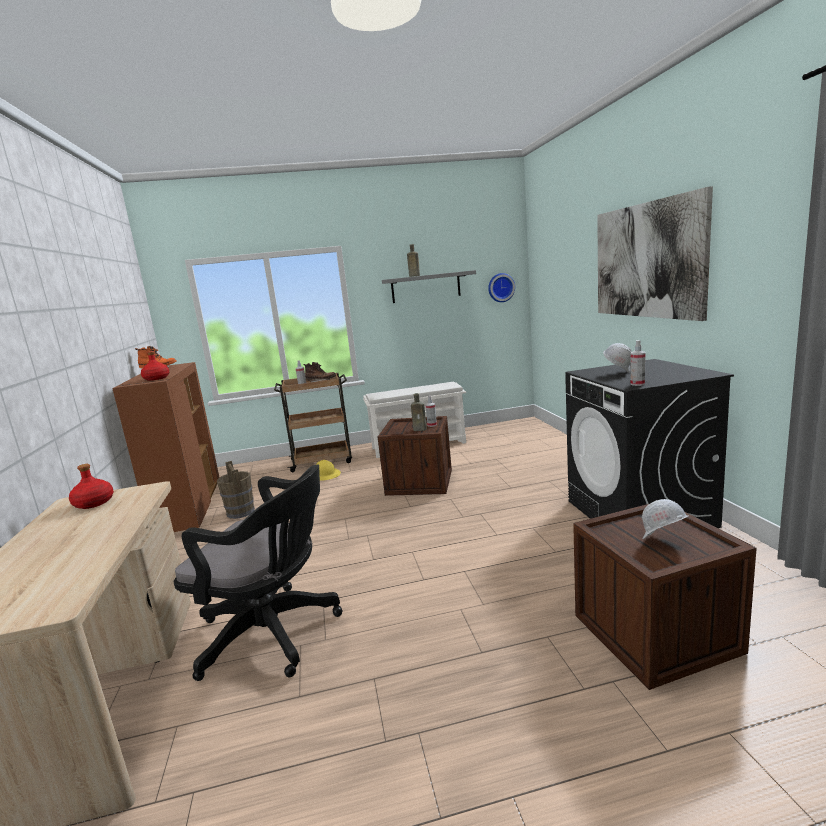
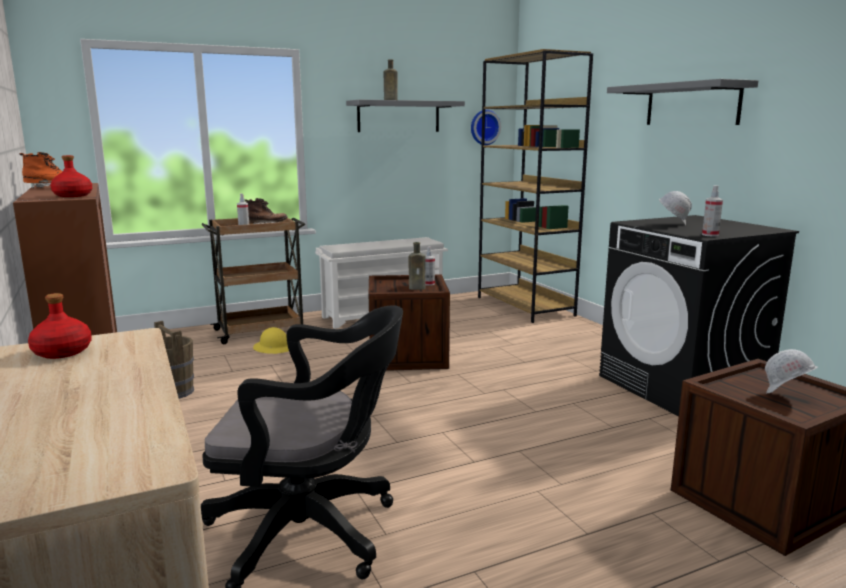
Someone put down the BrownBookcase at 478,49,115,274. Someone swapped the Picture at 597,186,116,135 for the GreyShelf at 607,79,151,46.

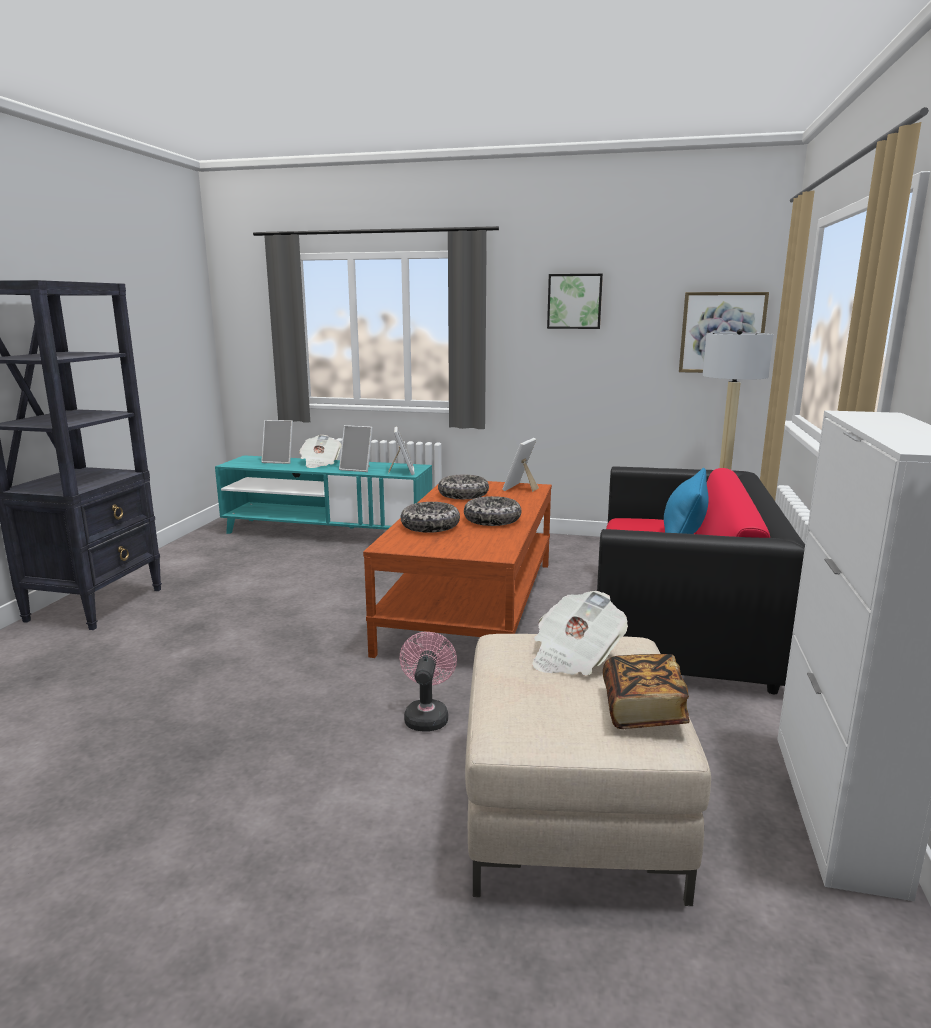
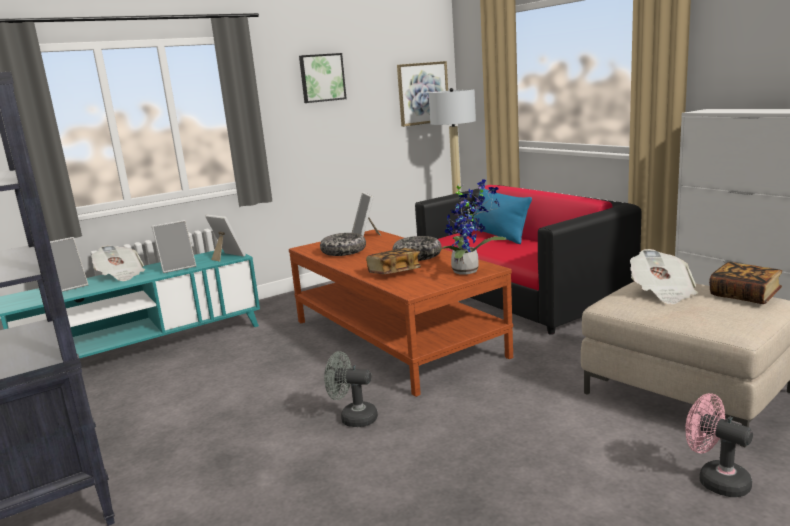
Someone put down the GreyFan at 324,351,54,76. Someone swapped the Bowl at 401,502,59,31 for the Book at 366,248,55,26. Someone put down the PottedPlant at 439,179,67,96. Someone carried the PinkFan from 400,632,57,100 to 685,393,68,104.

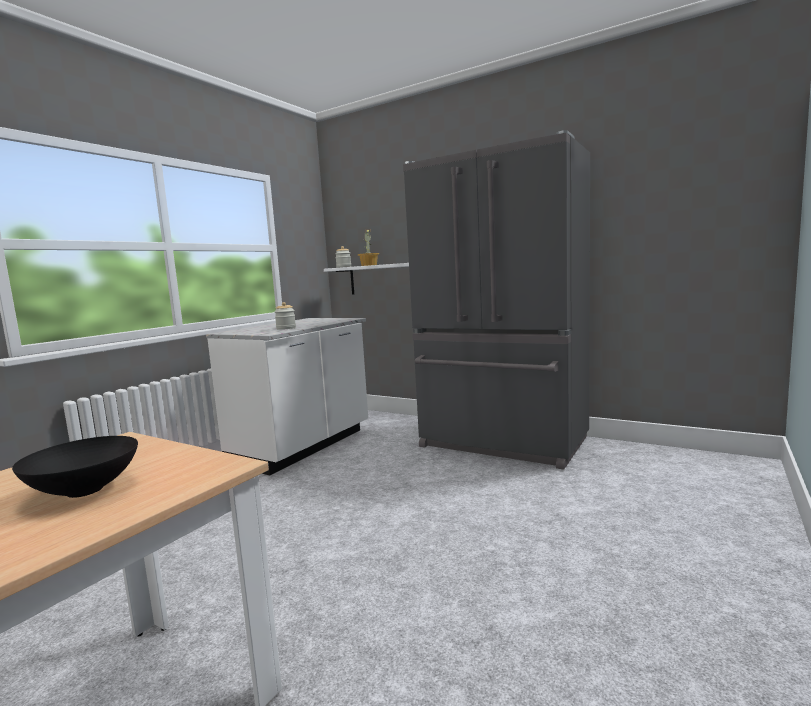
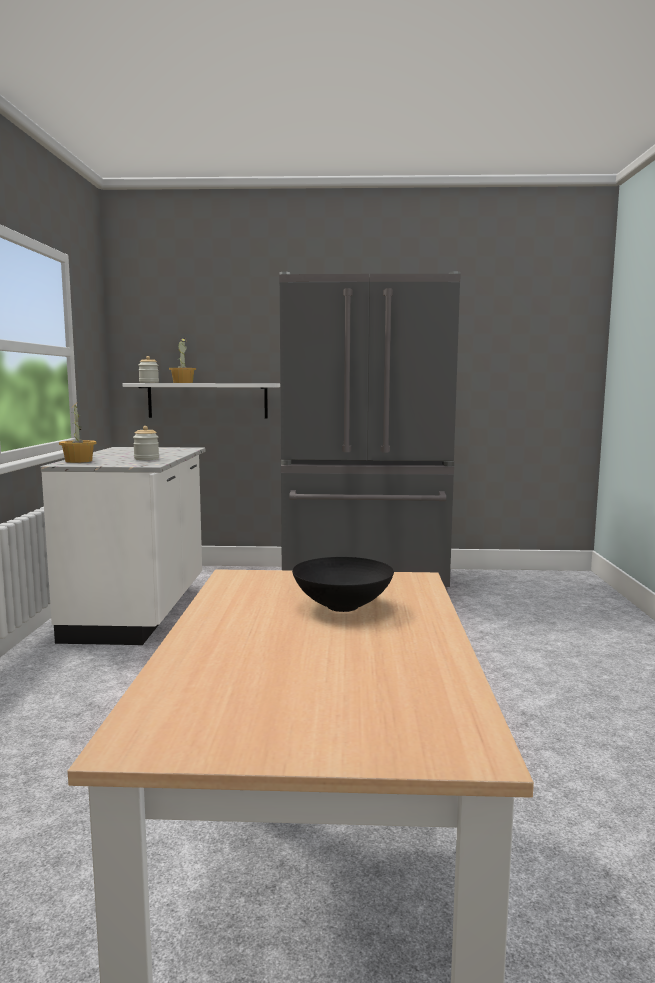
Someone put down the PottedPlant at 59,402,37,61.

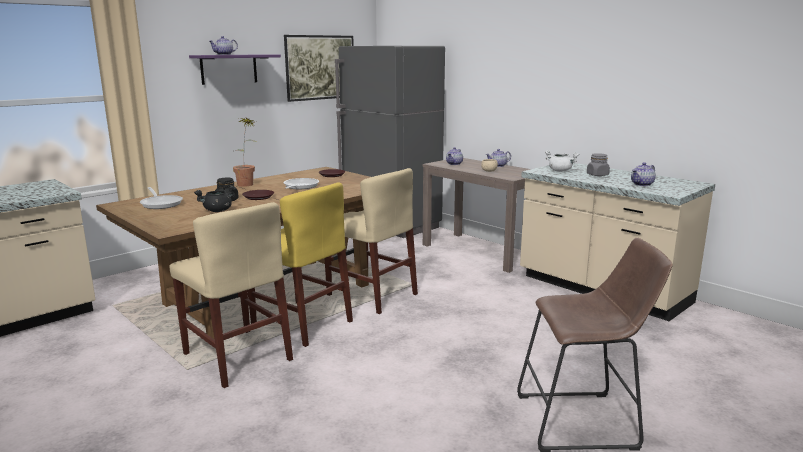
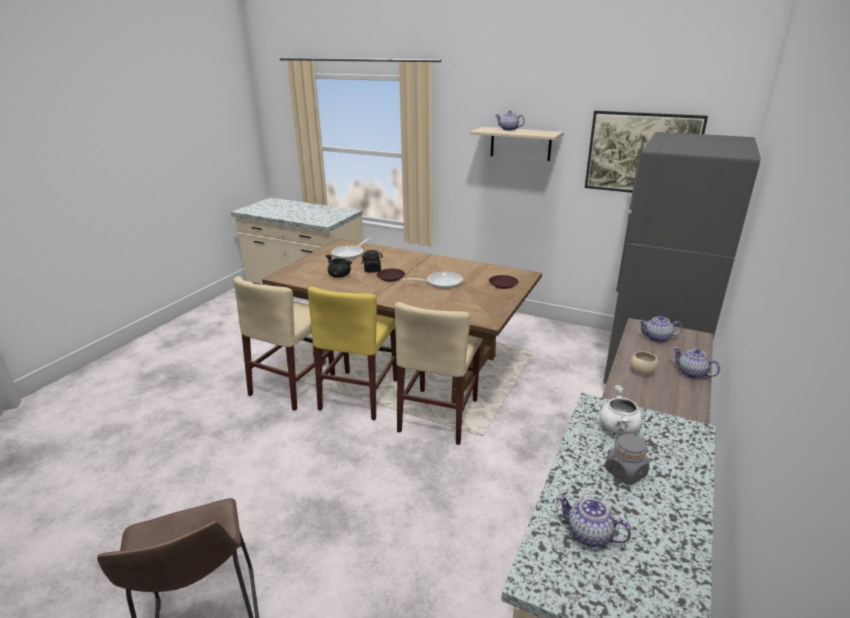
Someone repainted the PurpleShelf at 189,54,92,31, which became the BeigeShelf at 470,127,94,34. Someone took away the PottedPlant at 233,118,24,69.

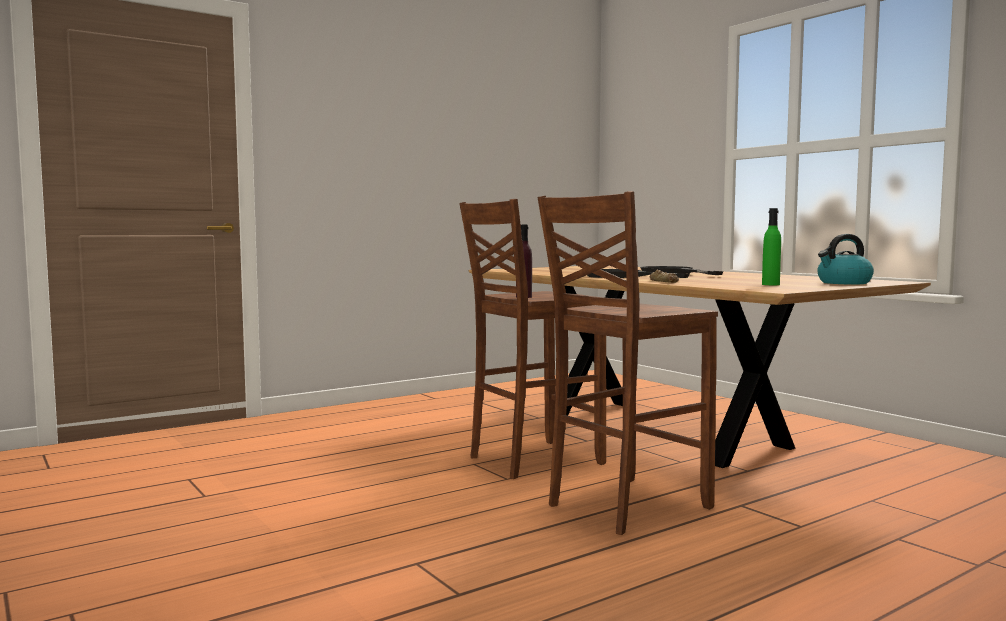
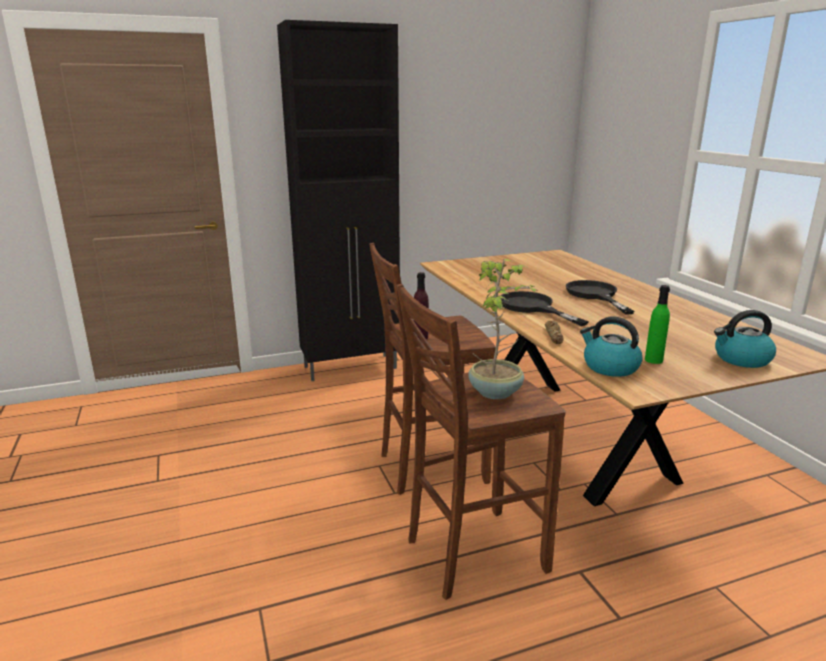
Someone put down the BlackCabinet at 277,20,123,361. Someone put down the PottedPlant at 468,259,72,140. Someone put down the Kettle at 580,316,63,61.

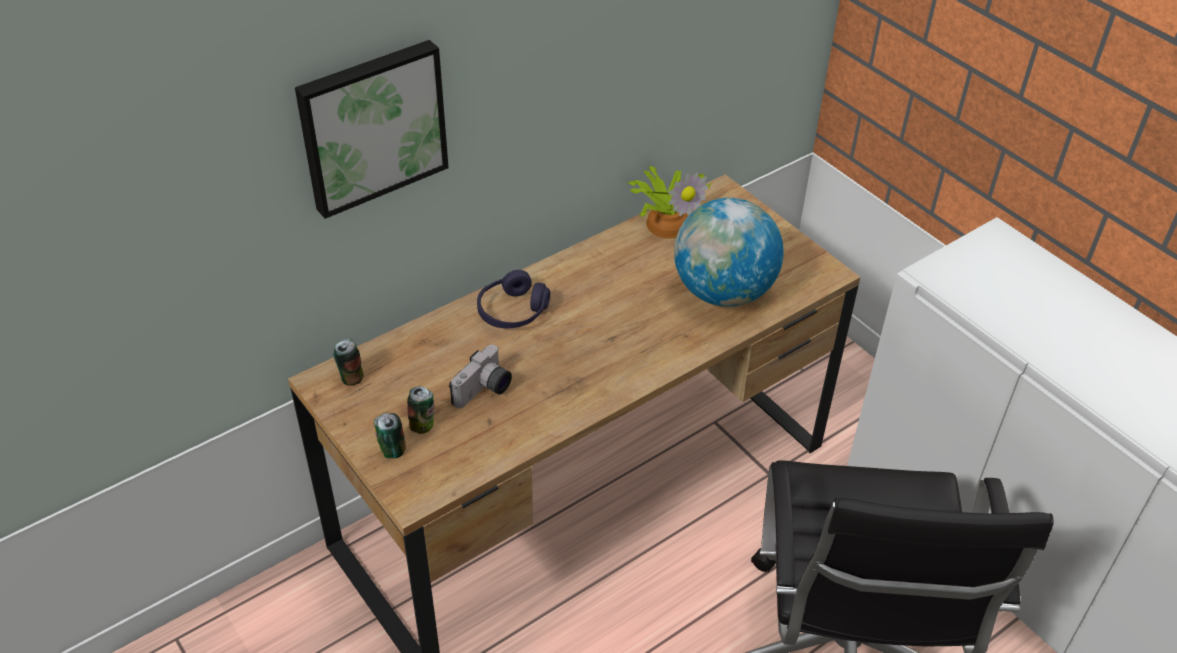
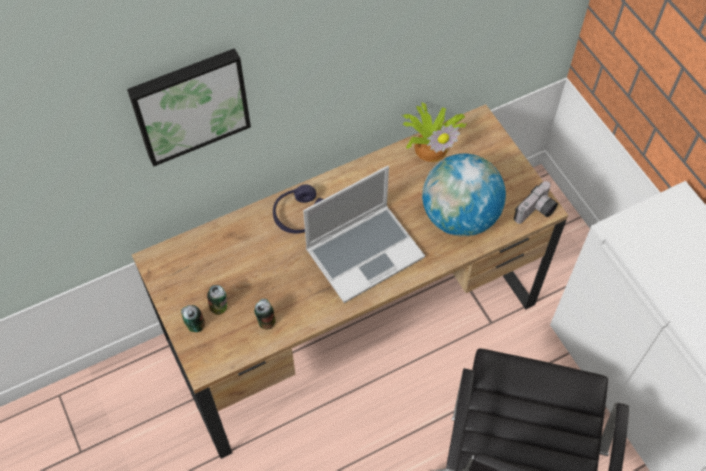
Someone carried the Can from 333,338,31,47 to 254,299,21,30. Someone put down the Laptop at 303,166,122,137. Someone carried the PhotoCamera from 449,345,63,63 to 514,181,44,43.

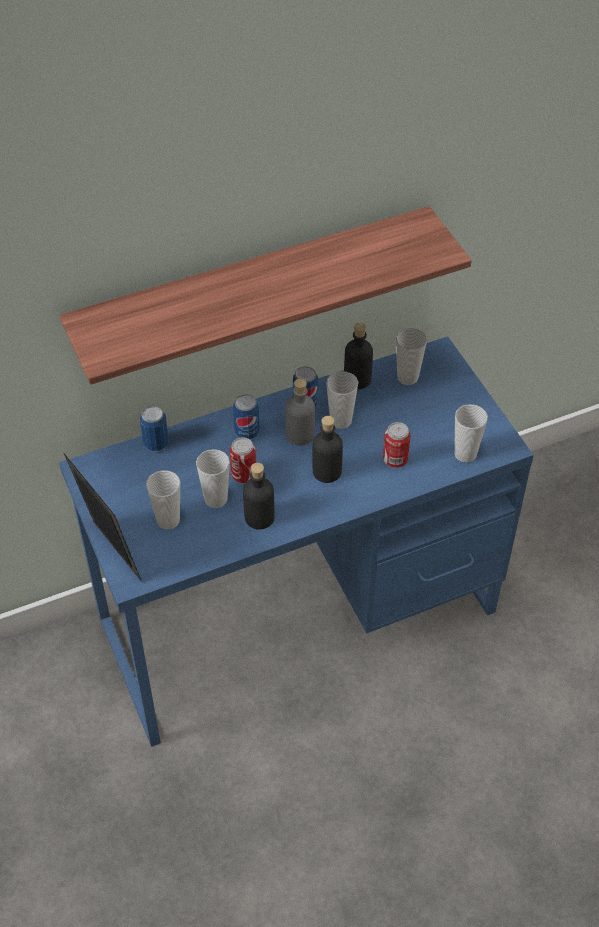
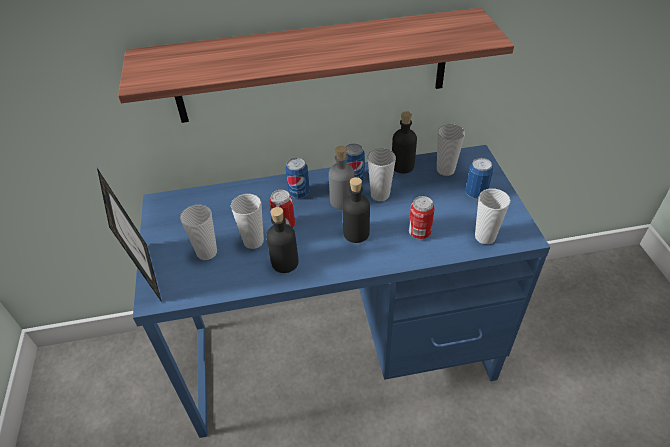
Someone carried the Can from 140,406,29,45 to 466,158,27,41.

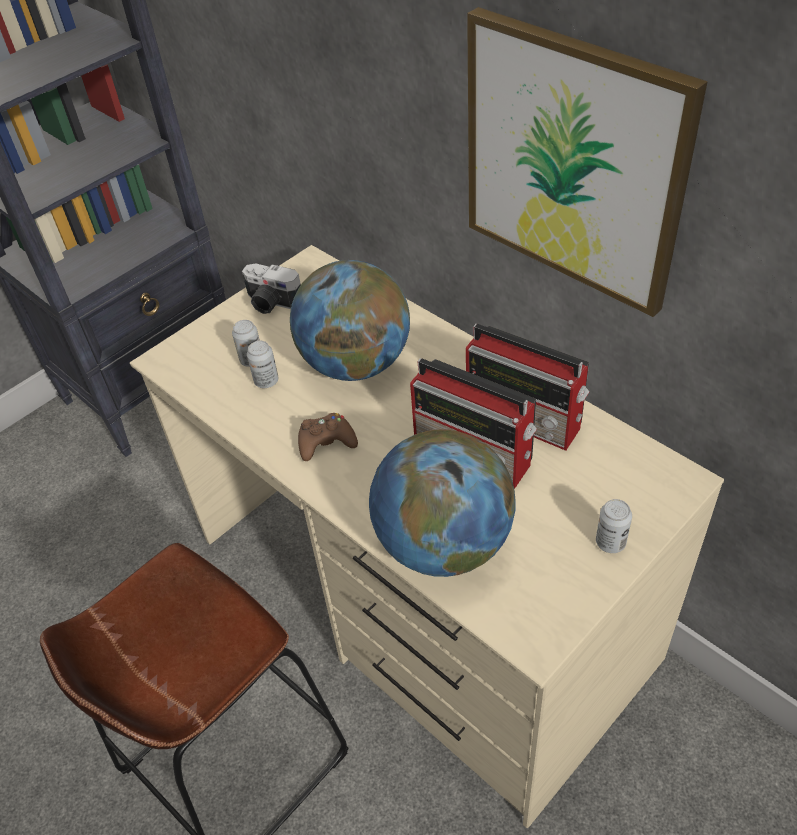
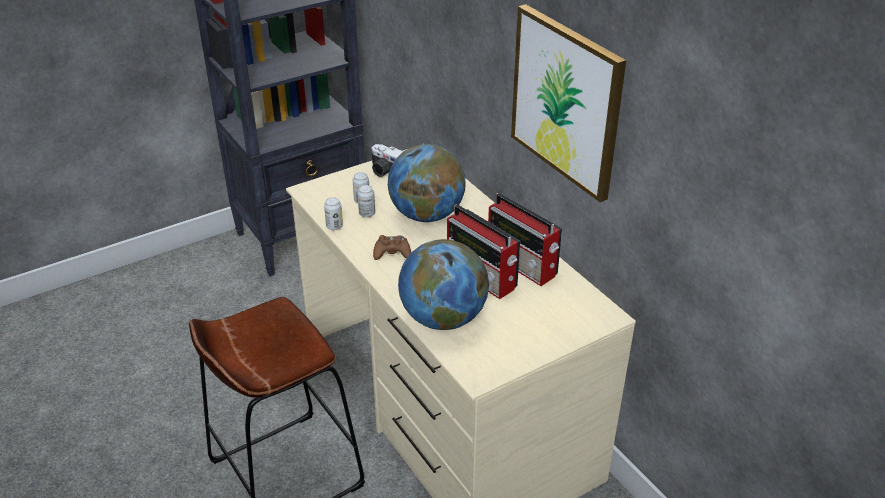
Someone carried the Can from 596,499,36,54 to 324,197,19,33.

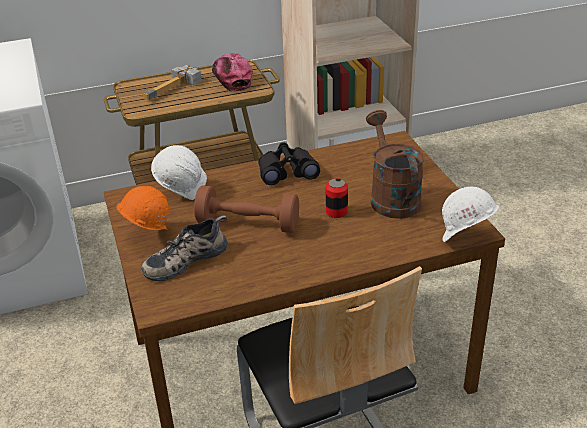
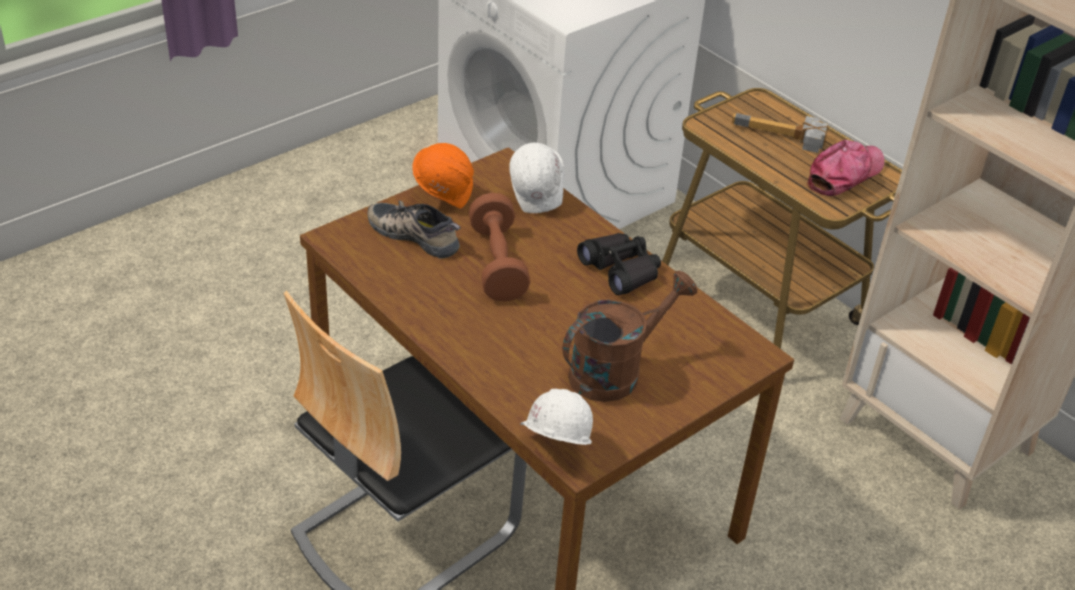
Someone took away the Can at 326,178,22,40.

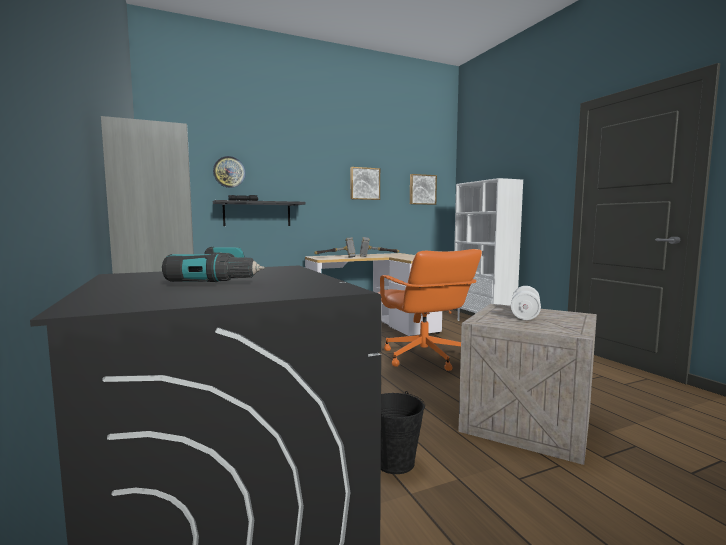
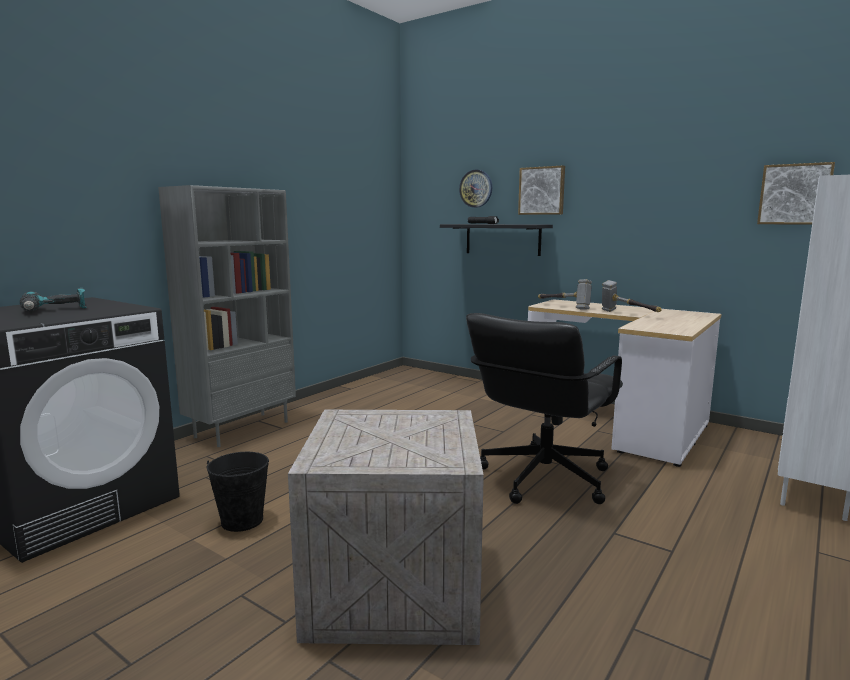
Someone repainted the OrangeOfficeChair at 378,249,104,122, which became the BlackOfficeChair at 466,313,157,191. Someone carried the Picture from 350,167,30,33 to 518,165,47,50. Someone took away the WhiteDumbbell at 511,286,30,34.

